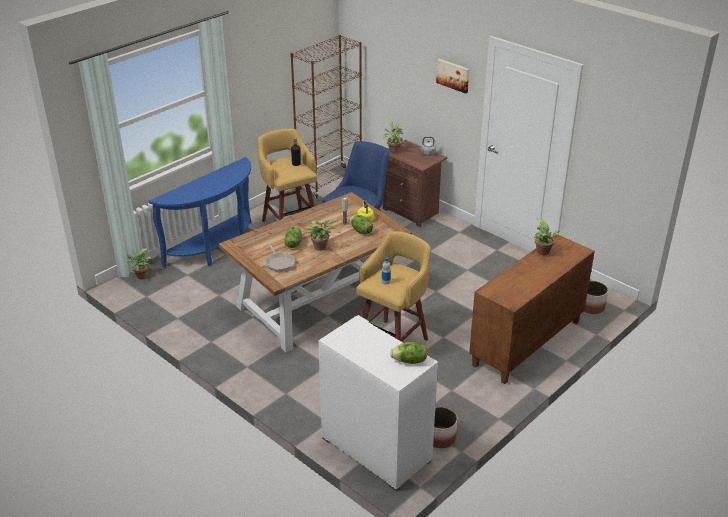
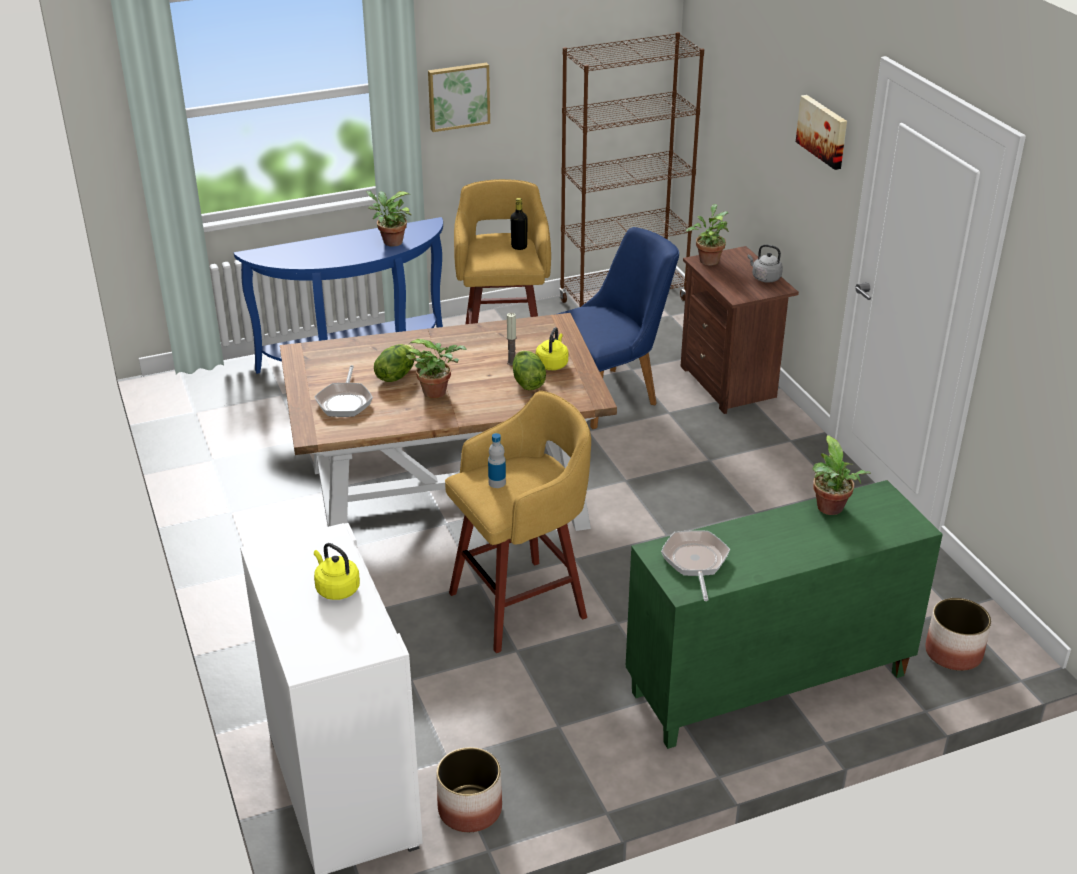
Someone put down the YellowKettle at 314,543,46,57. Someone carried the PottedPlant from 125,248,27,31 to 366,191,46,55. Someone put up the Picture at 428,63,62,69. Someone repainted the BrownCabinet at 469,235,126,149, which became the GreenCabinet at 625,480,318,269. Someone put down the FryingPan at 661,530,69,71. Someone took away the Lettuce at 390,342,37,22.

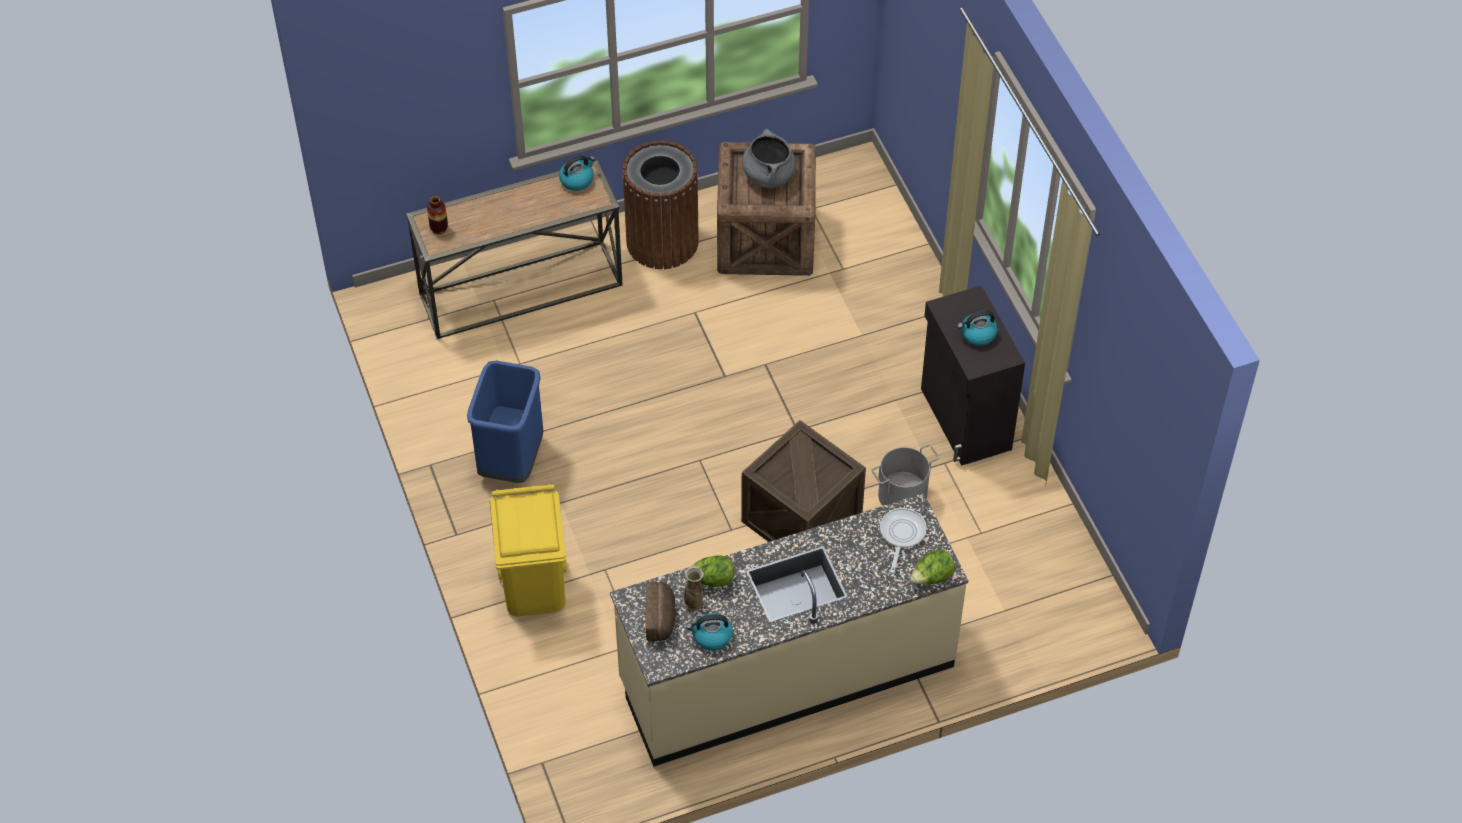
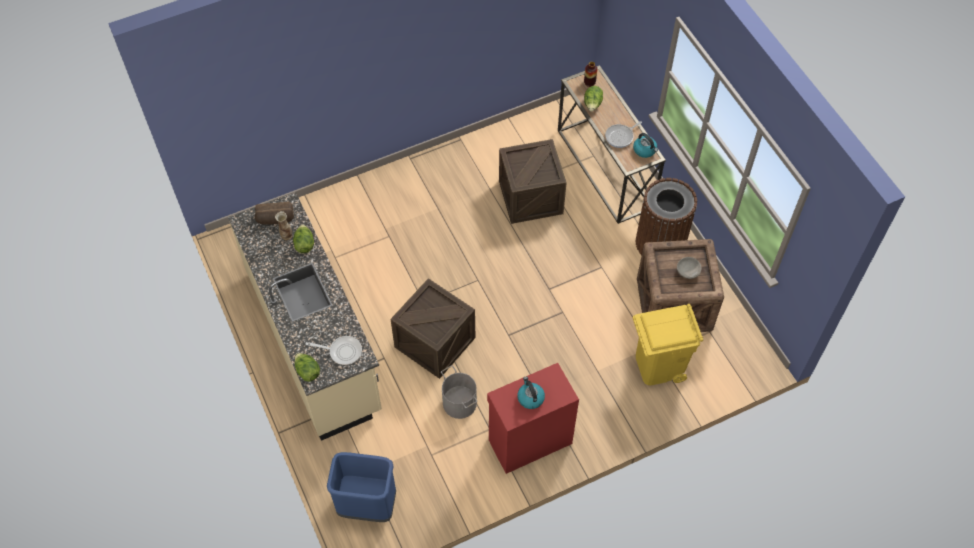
Someone carried the BlueTrashCan from 467,361,76,122 to 327,452,69,70. Someone repainted the BlackCabinet at 921,285,104,181, which became the RedCabinet at 487,363,92,111. Someone put down the Crate at 499,139,68,85. Someone put down the Lettuce at 584,86,19,26. Someone put down the FryingPan at 605,121,37,27. Someone carried the YellowTrashCan from 490,484,77,133 to 633,304,70,81. Someone swapped the GreyCookingPot at 742,129,54,59 for the GreyBowl at 677,257,25,22. Someone took away the Kettle at 686,613,47,38.

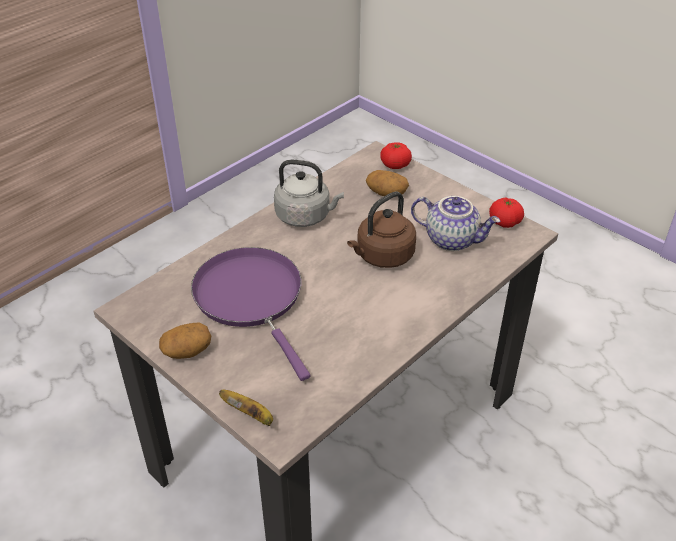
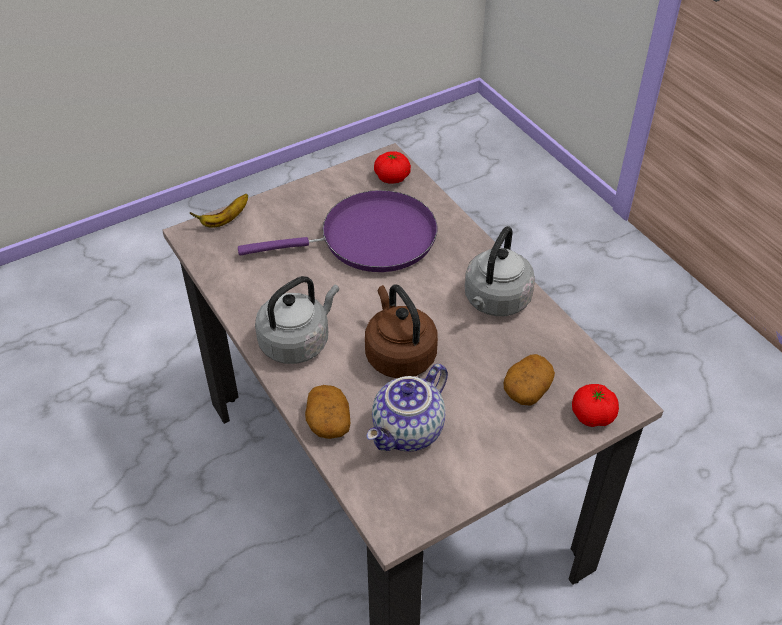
Someone put down the GreyKettle at 255,276,84,88. Someone carried the Potato from 159,322,52,37 to 305,385,45,54. Someone carried the Tomato from 489,198,35,30 to 374,151,37,32.

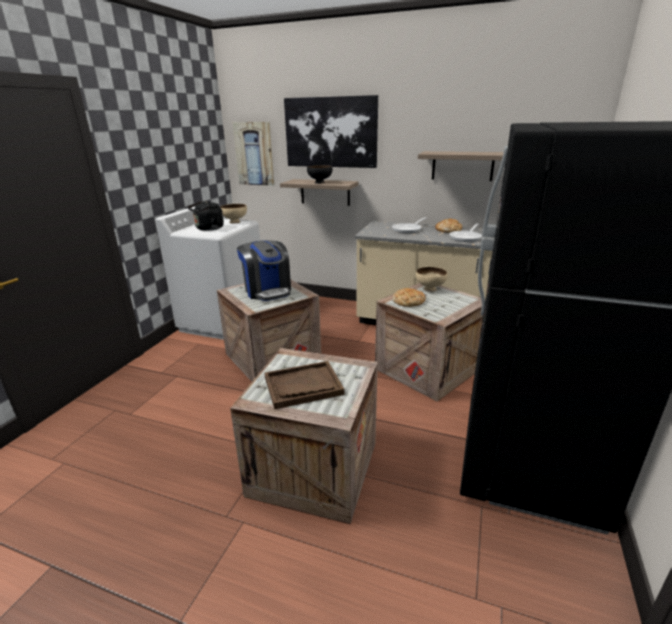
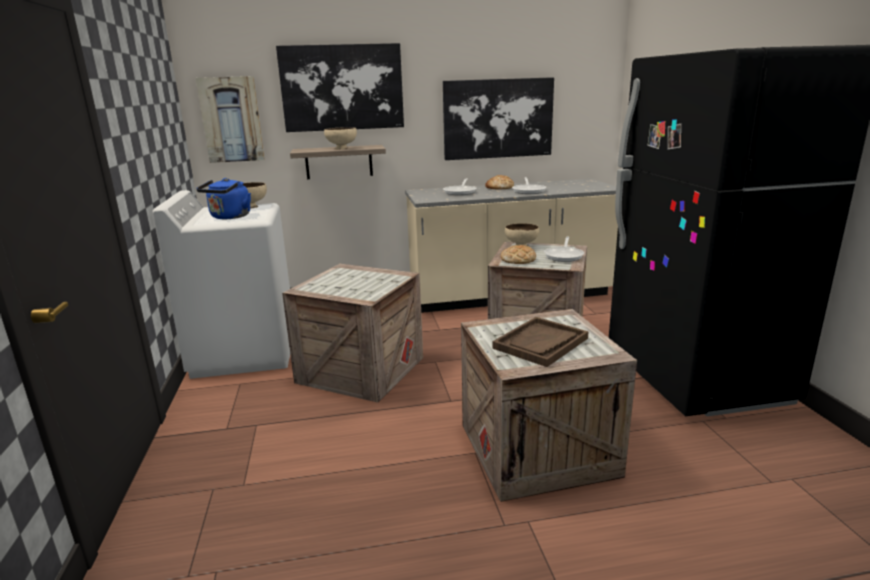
Someone repainted the BlackKettle at 188,201,36,30, which became the BlueKettle at 196,178,55,41. Someone repainted the BlackBowl at 307,165,25,19, which became the BeigeBowl at 324,127,33,23. Someone swapped the Shelf at 418,151,86,30 for the Picture at 443,77,111,83. Someone put down the FryingPan at 544,236,40,26. Someone took away the CoffeeMachine at 237,240,54,61.

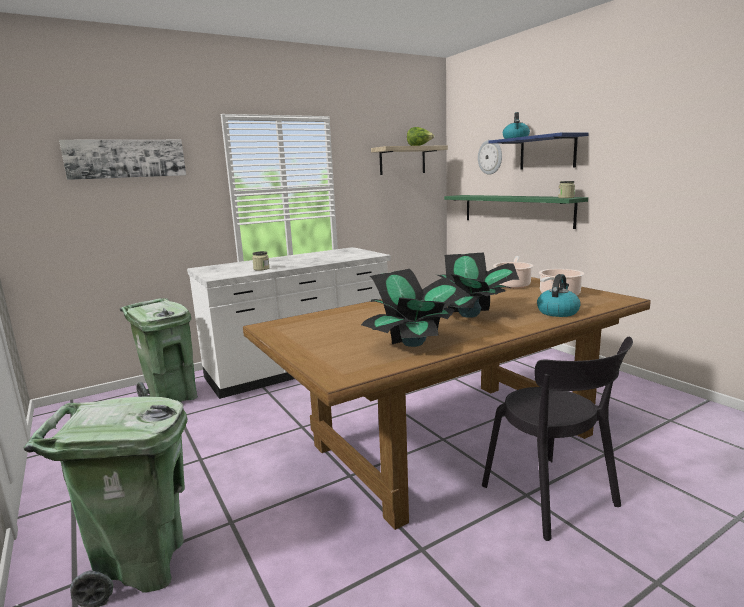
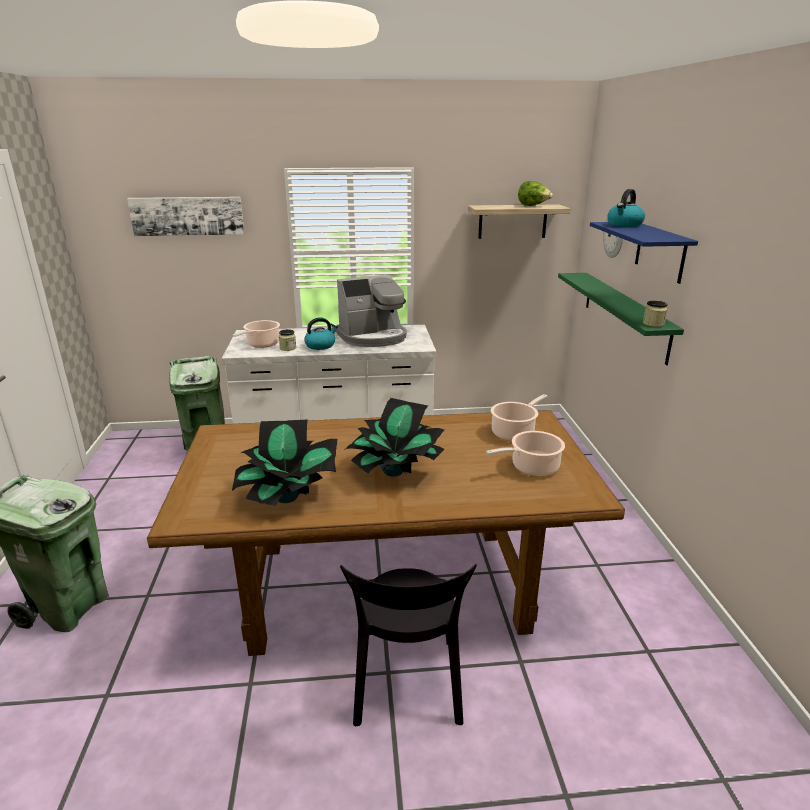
Someone put down the CookingPot at 232,320,48,28. Someone carried the Kettle from 537,274,44,43 to 304,317,34,33. Someone put down the CoffeeMachine at 336,274,70,73.

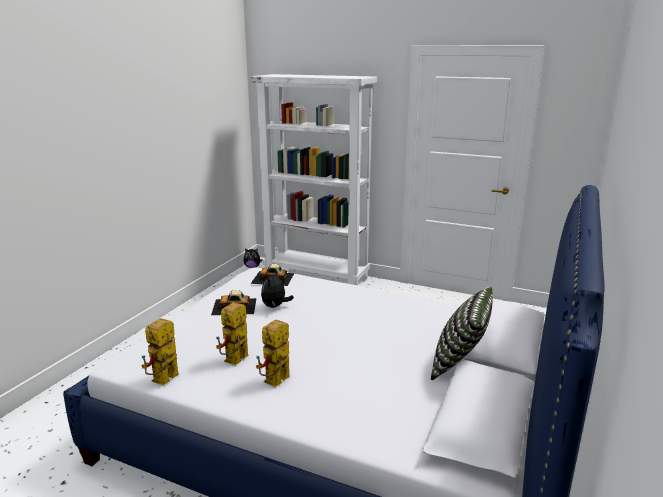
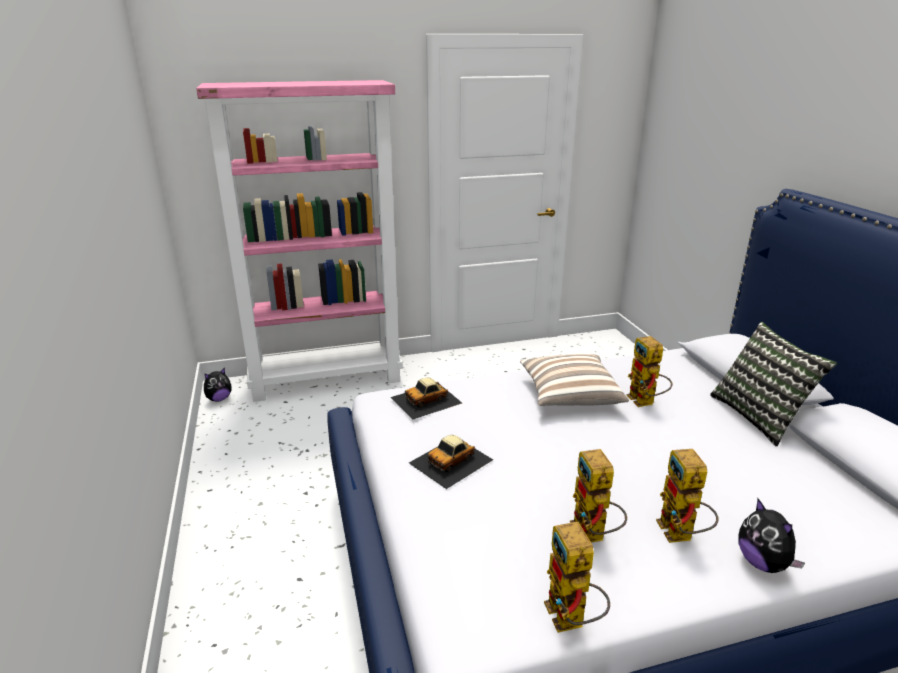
Someone repainted the WhiteBookcase at 251,74,126,211, which became the PinkBookcase at 196,80,207,322. Someone put down the Pillow at 520,354,109,52. Someone put down the ToyRobot at 626,336,47,71. Someone carried the PlushToy from 261,271,33,37 to 738,499,67,74.

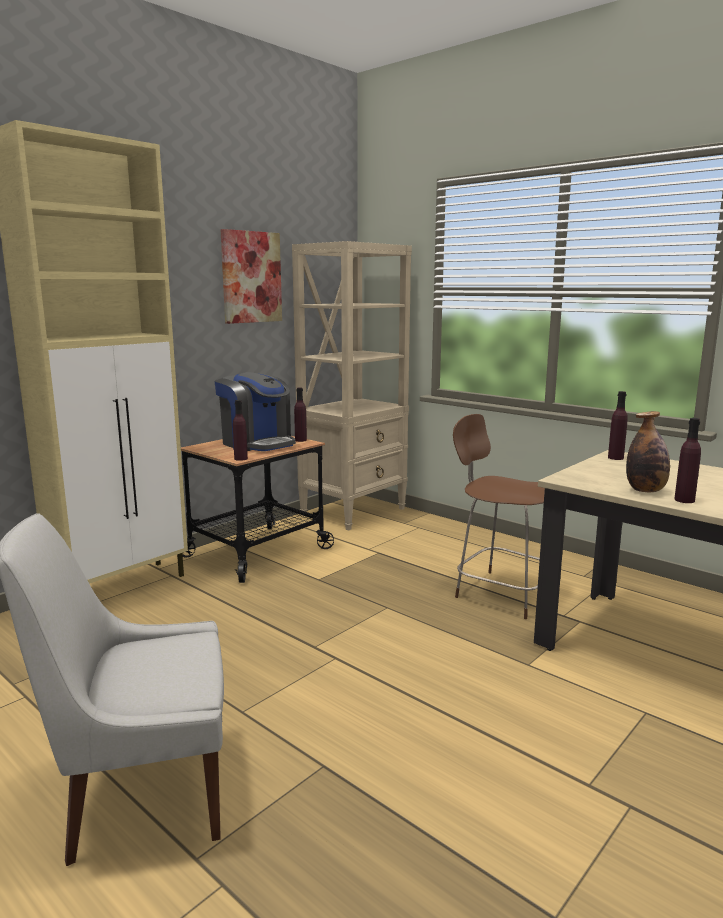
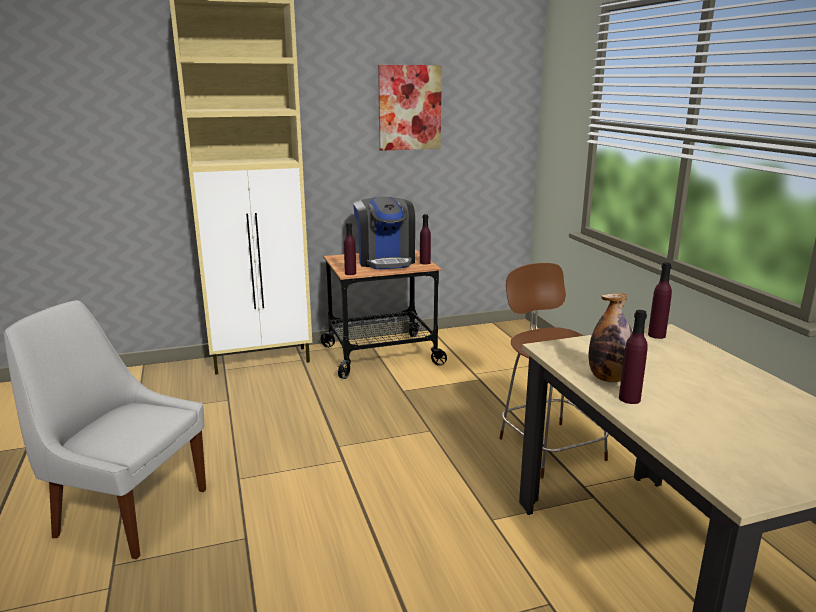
Someone took away the BeigeBookcase at 292,241,120,290.

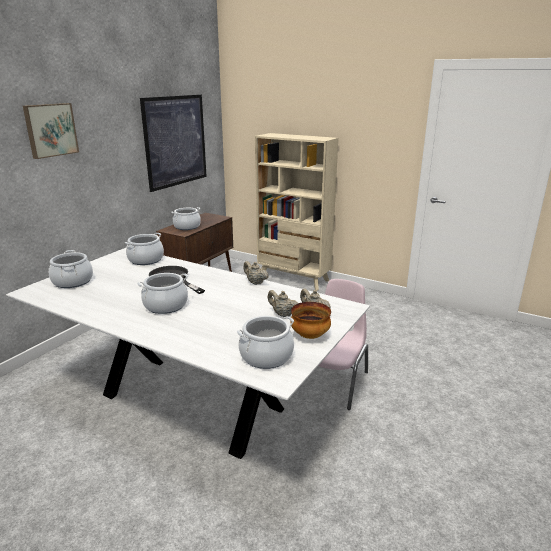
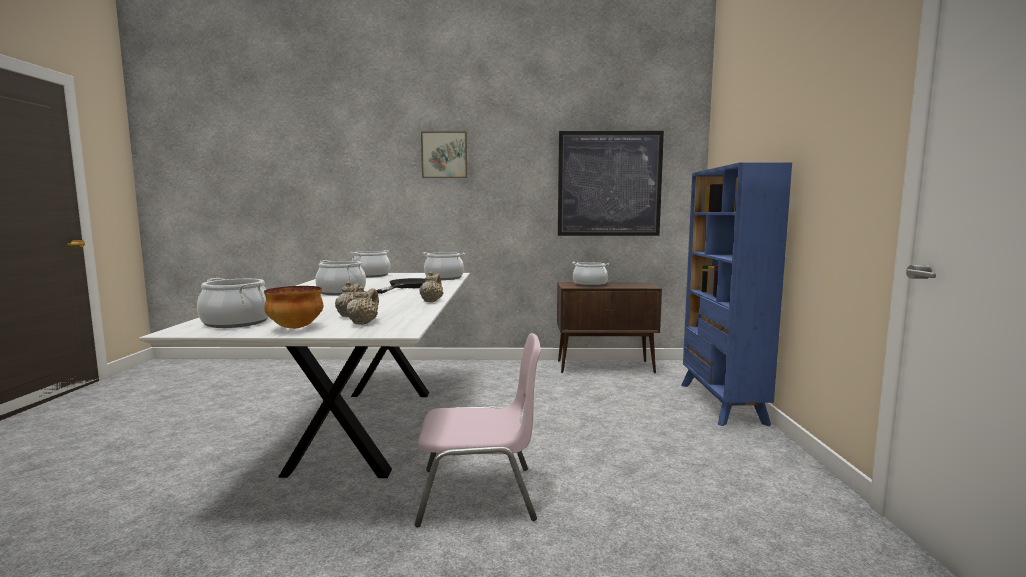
Someone repainted the BeigeBookcase at 255,133,83,158, which became the BlueBookcase at 681,162,111,264.

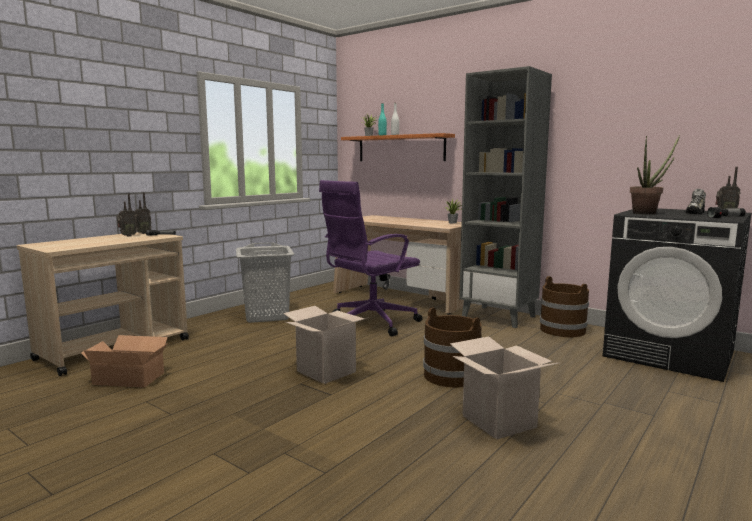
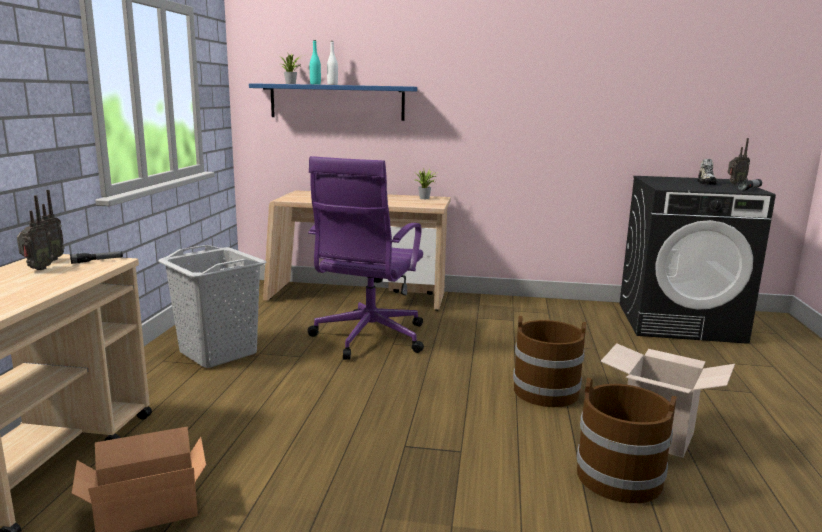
Someone repainted the OrangeShelf at 341,133,114,28, which became the BlueShelf at 249,83,168,38. Someone carried the BrownBucket from 540,276,49,61 to 577,378,99,125. Someone took away the CardboardBox at 283,306,86,78. Someone took away the GreyBookcase at 459,66,93,262. Someone took away the PottedPlant at 630,135,50,79.

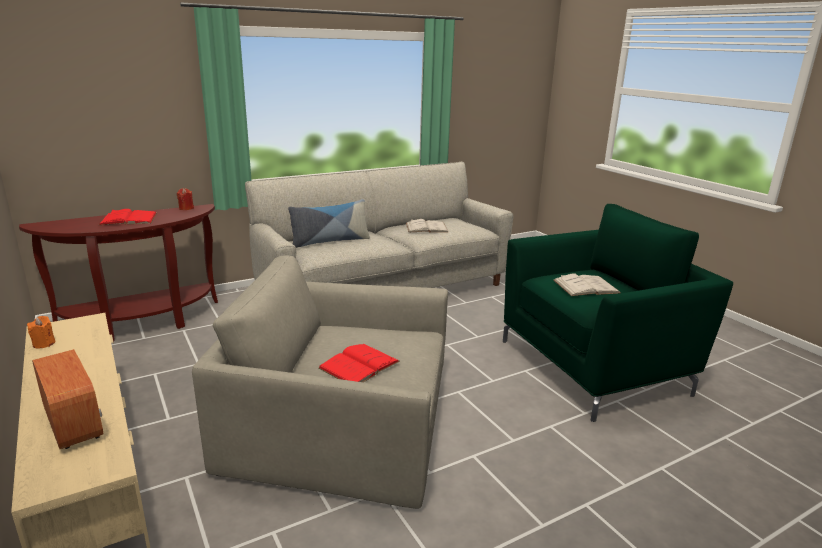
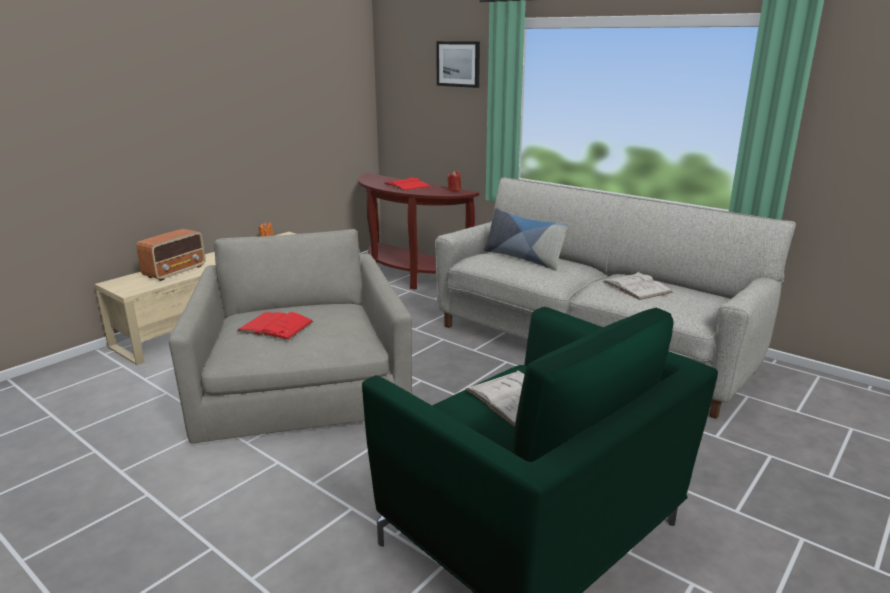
Someone put up the Picture at 436,41,44,47.

